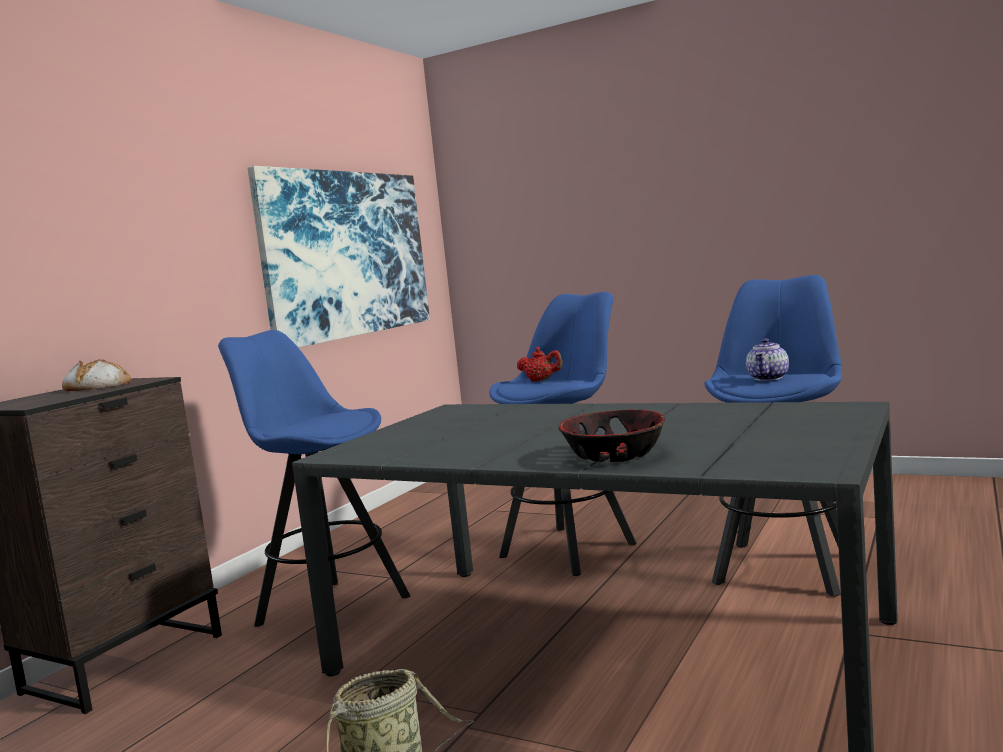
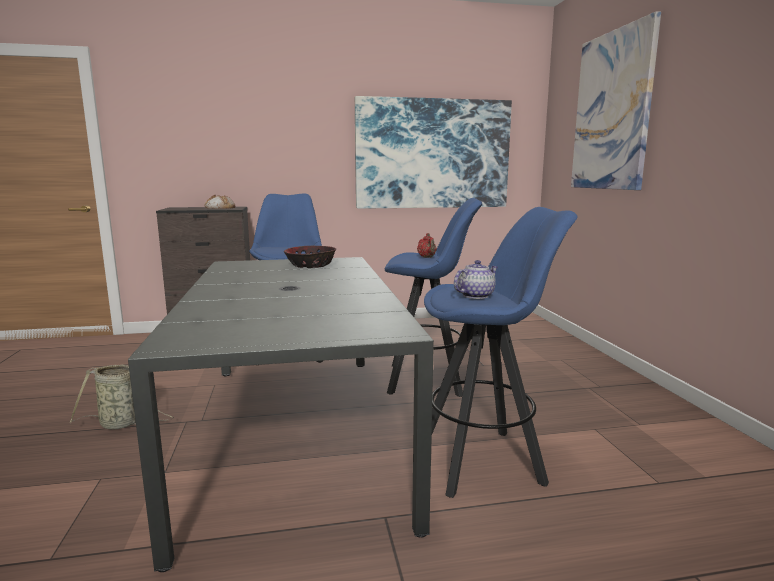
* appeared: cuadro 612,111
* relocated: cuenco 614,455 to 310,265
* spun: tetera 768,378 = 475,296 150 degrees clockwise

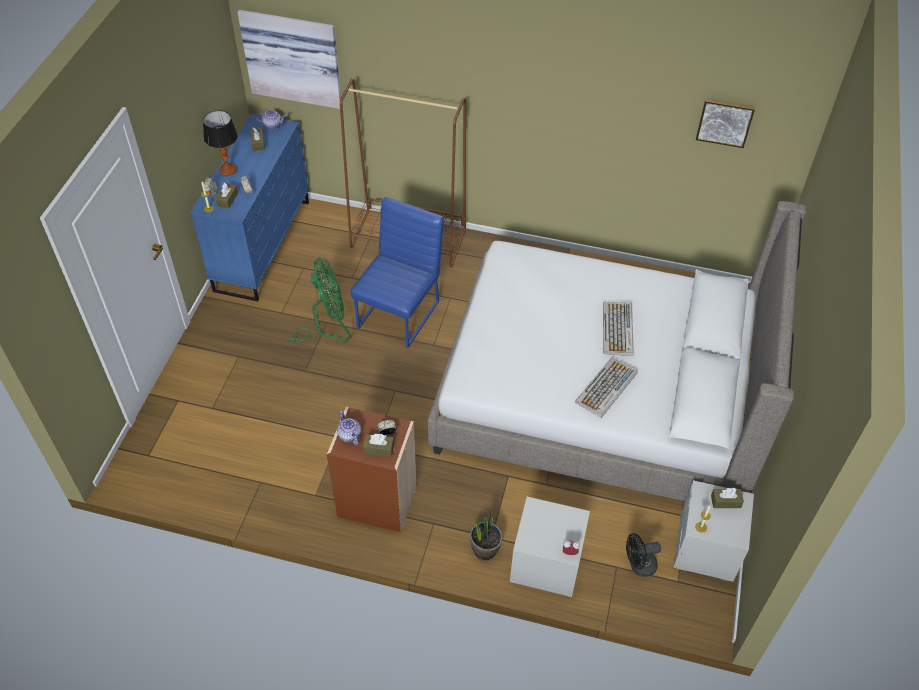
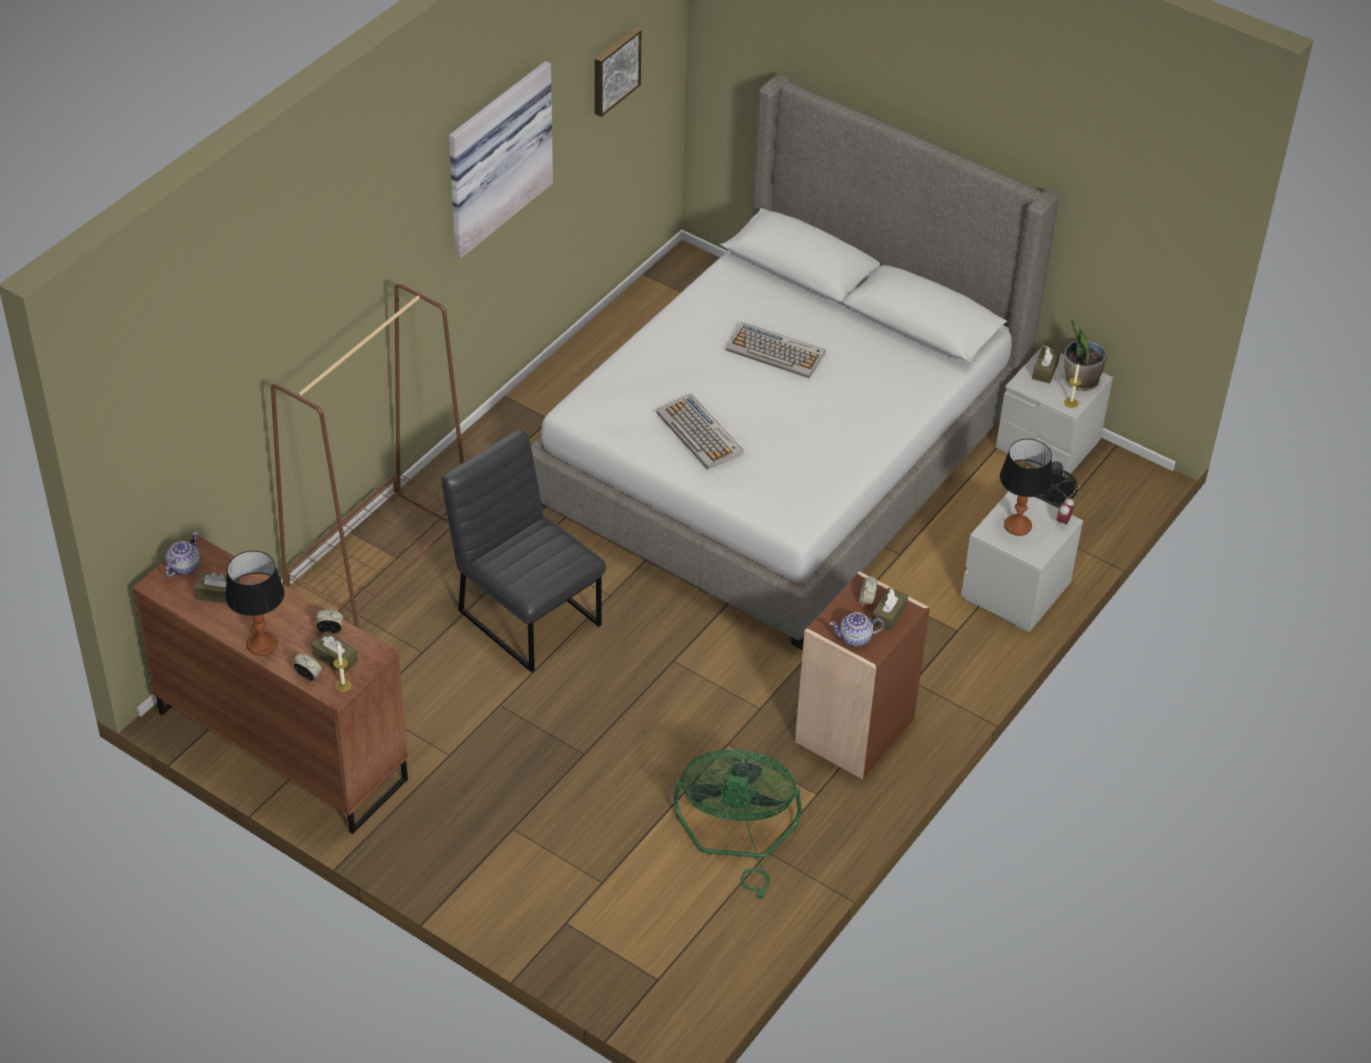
* appeared: lámpara de mesa 1018,526
* relocated: cuadro 293,57 to 495,156
* relocated: ventilador/verde 326,321 to 738,842
* relocated: planta en maceta 484,549 to 1080,381
* relocated: teclado 606,388 to 700,433
* colour: cómoda/azul 261,245 to cómoda/marrón 280,747
* colour: silla/azul 400,312 to silla/gris 527,614

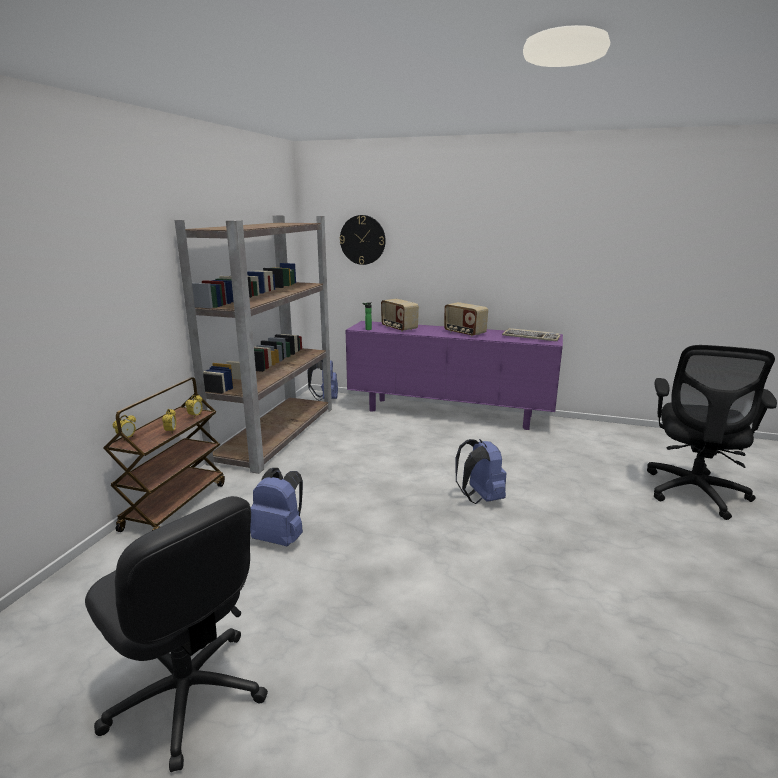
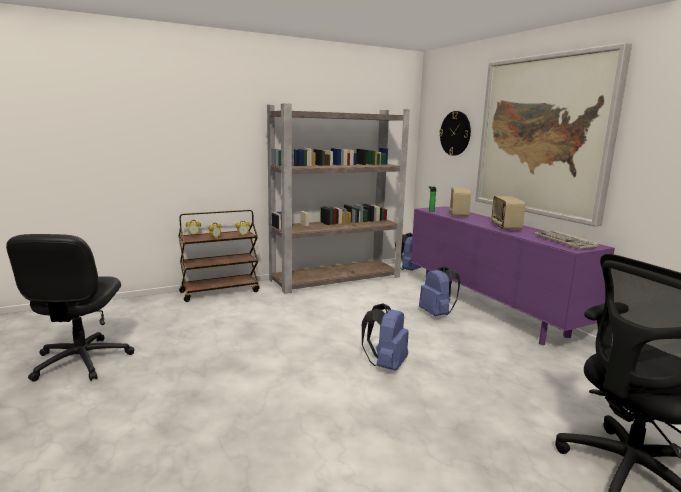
* appeared: cuadro 543,136
* relocated: mochila/azul 280,538 to 437,314

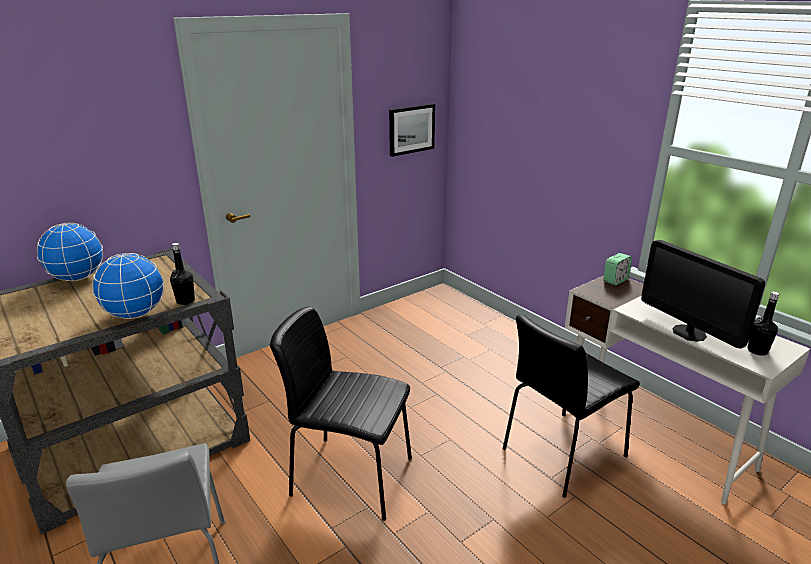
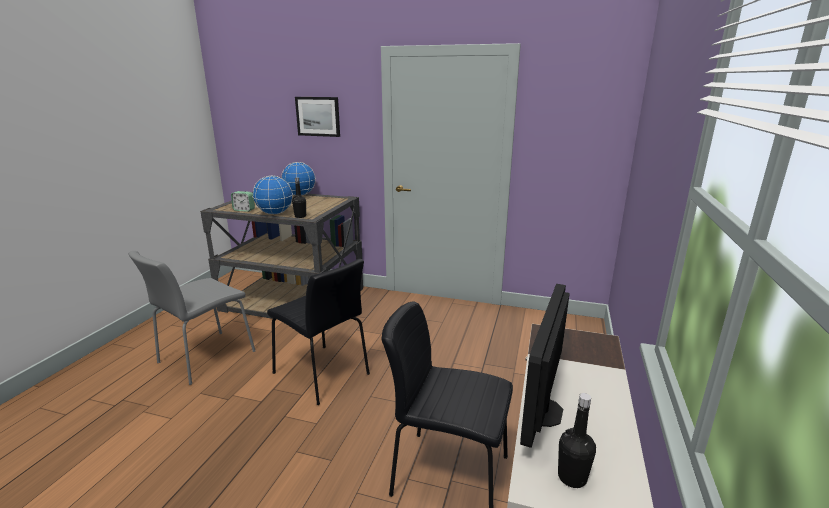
* relocated: cuadro 411,129 to 318,116
* relocated: despertador 615,280 to 244,210
* spun: silla/negro 347,475 = 323,375 150 degrees clockwise

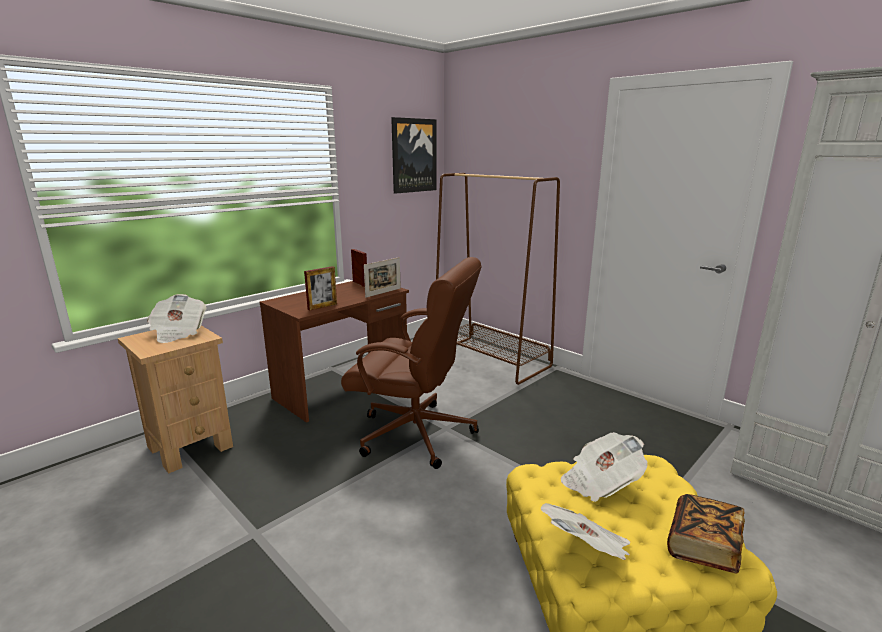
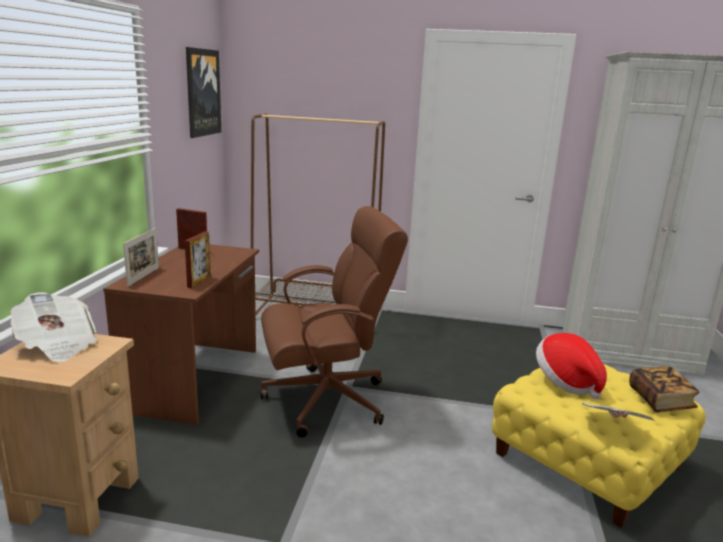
* relocated: portarretratos 383,292 to 143,276
* exchanged: periódico 600,482 to sombrero 566,382

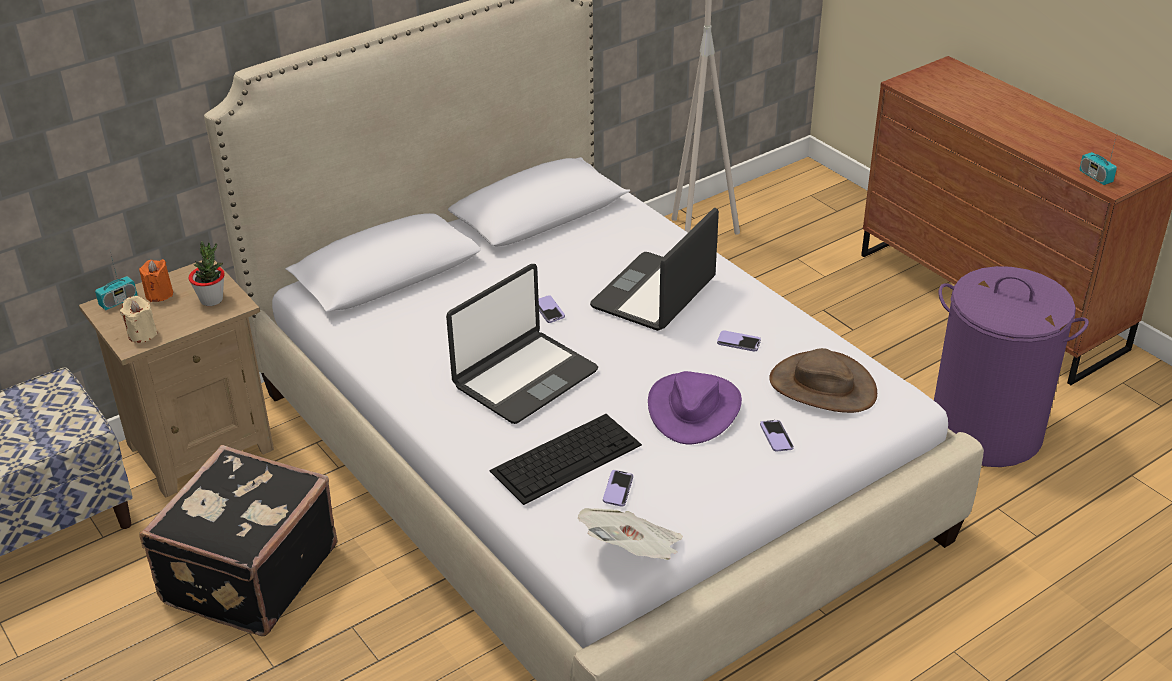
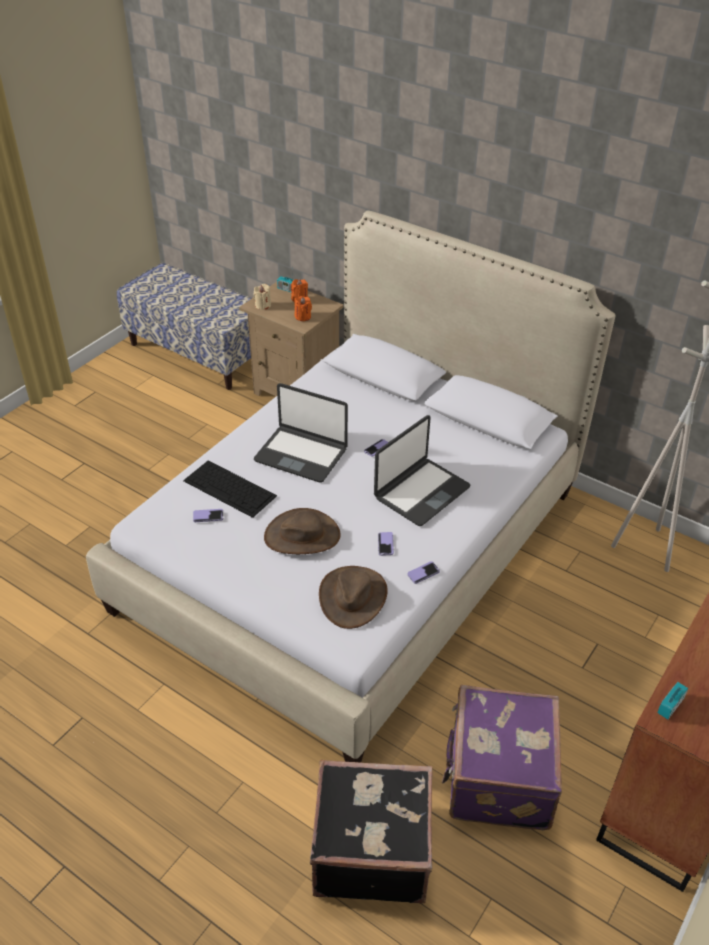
* missing: periódico 633,552
* relocated: maleta/negro 247,574 to 370,848
* relocated: móvil 776,437 to 423,573
* exchanged: planta en maceta 212,300 to vela/naranja 303,317
* exchanged: cesto de la ropa/morado 986,431 to maleta/morado 497,778
* colour: sombrero/morado 693,408 to sombrero/marrón 302,535
* spun: portátil 655,294 = 421,492 120 degrees clockwise

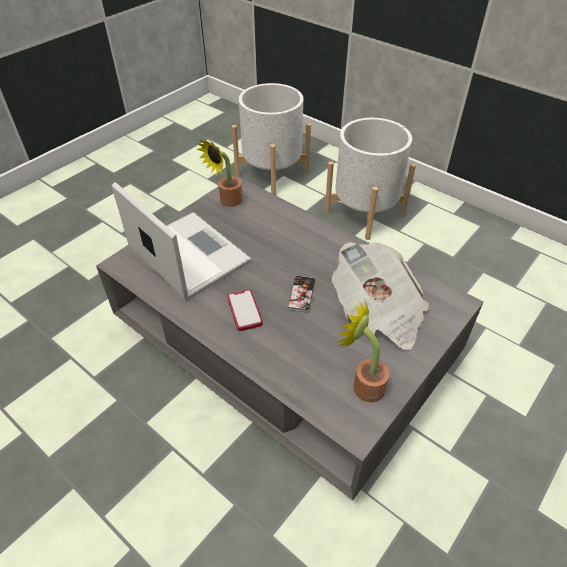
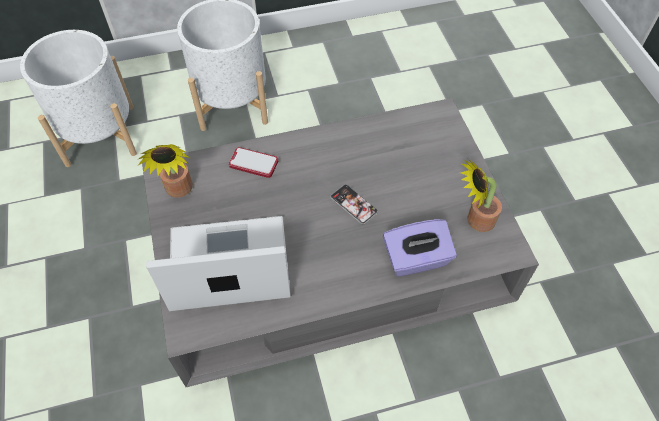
* missing: periódico 378,312
* appeared: caja de pañuelos/morado 416,259
* relocated: móvil 244,311 to 253,163

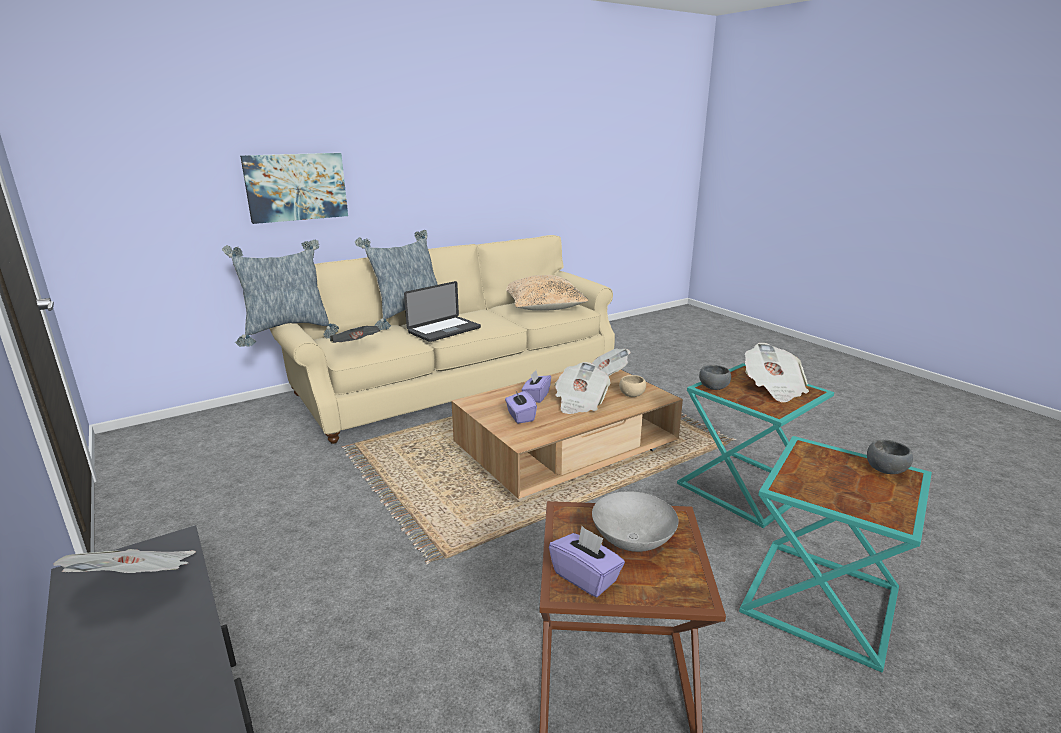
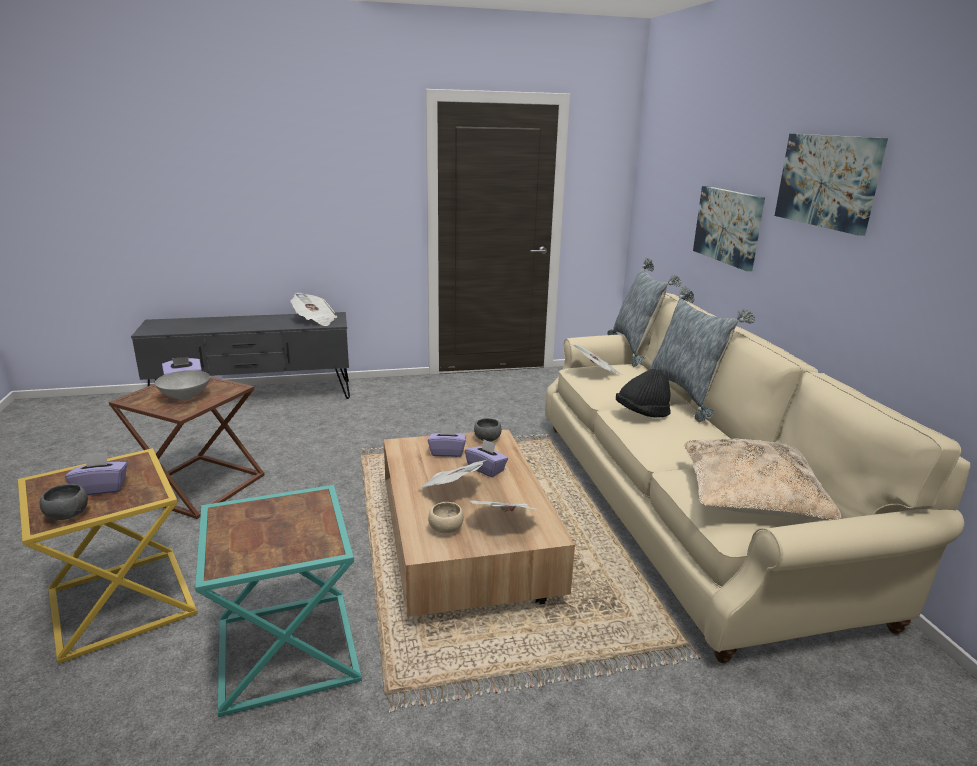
* missing: periódico 773,388
* appeared: caja de pañuelos/morado 101,488
* appeared: cuadro 828,181
* relocated: cuenco/gris 713,388 to 486,439
* exchanged: portátil 444,330 to sombrero/negro 642,413
* colour: mesa auxiliar/turquesa 822,603 to mesa auxiliar/amarillo 119,602

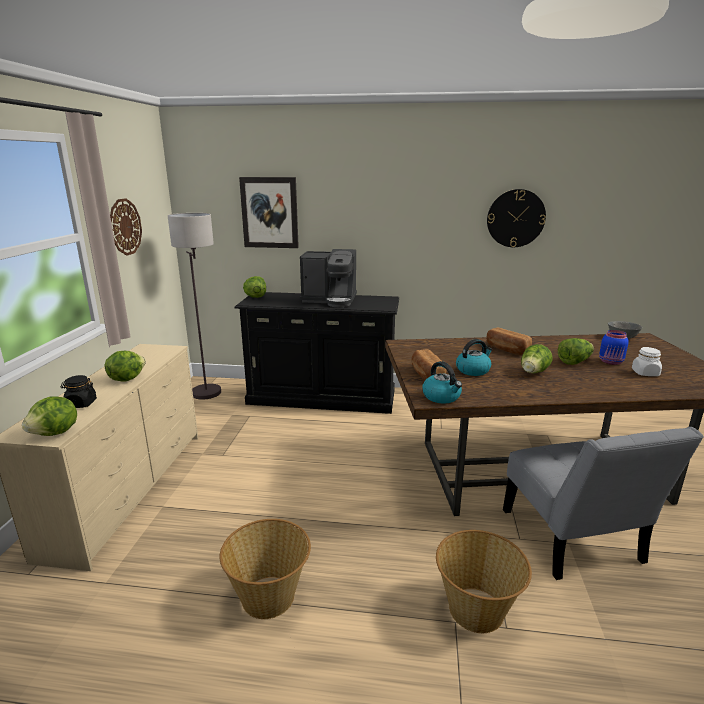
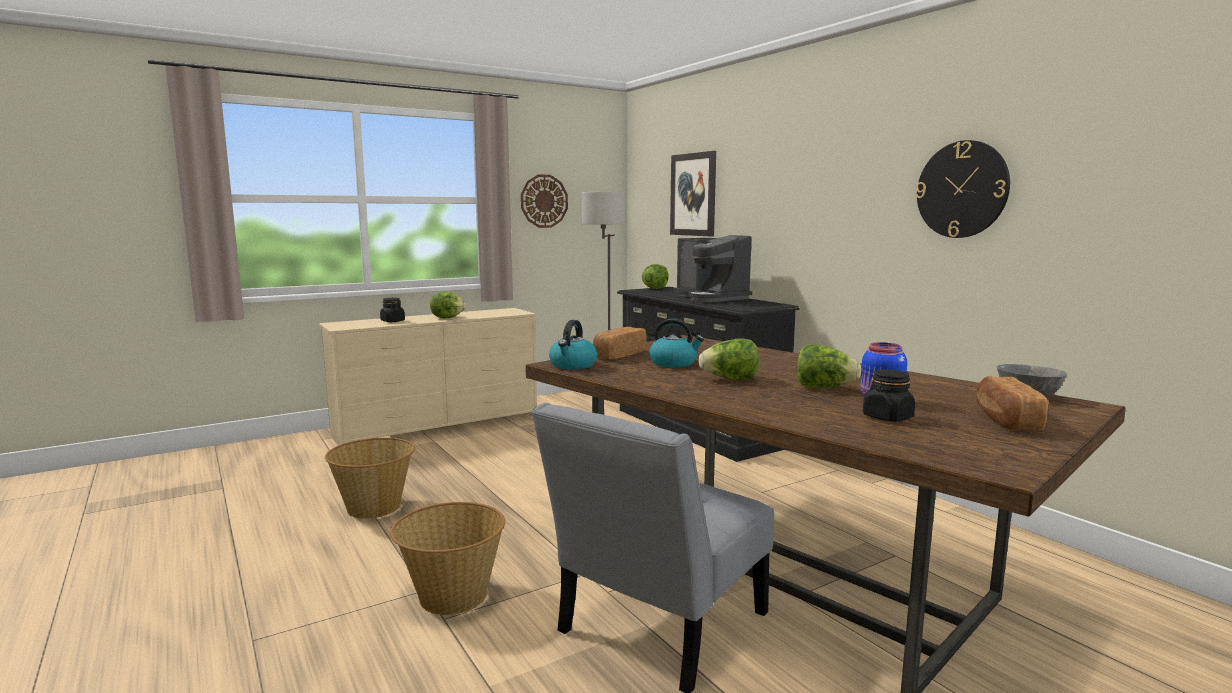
* missing: lechuga 56,433
* relocated: pan 506,349 to 1005,420
* colour: tarro/blanco 645,373 to tarro/negro 887,417

